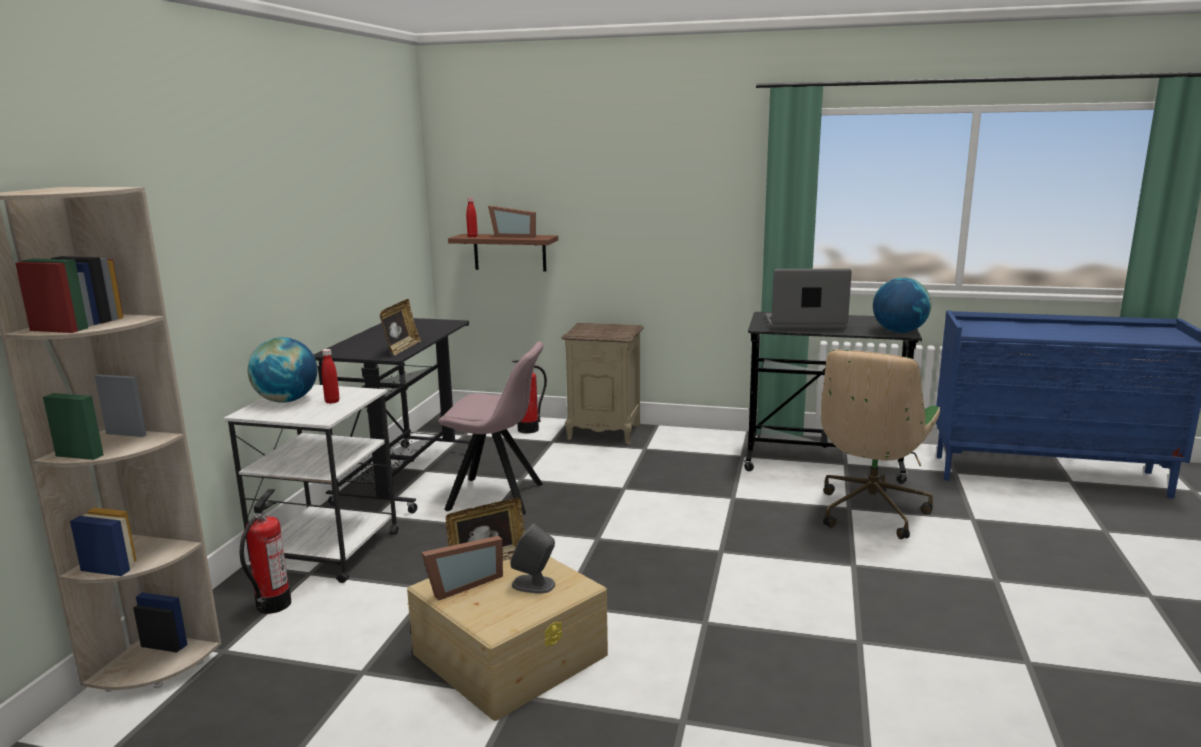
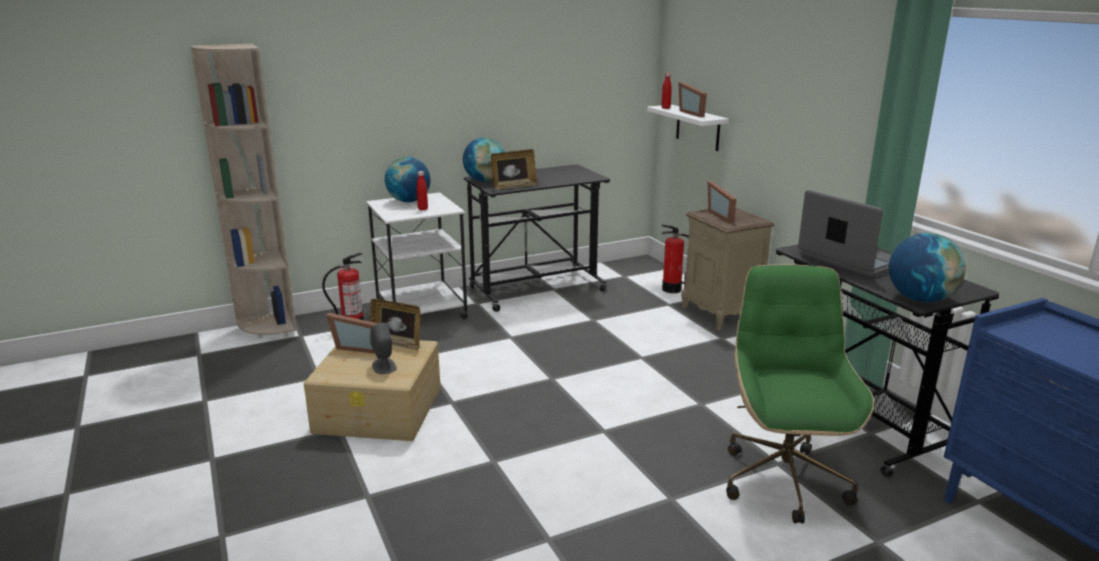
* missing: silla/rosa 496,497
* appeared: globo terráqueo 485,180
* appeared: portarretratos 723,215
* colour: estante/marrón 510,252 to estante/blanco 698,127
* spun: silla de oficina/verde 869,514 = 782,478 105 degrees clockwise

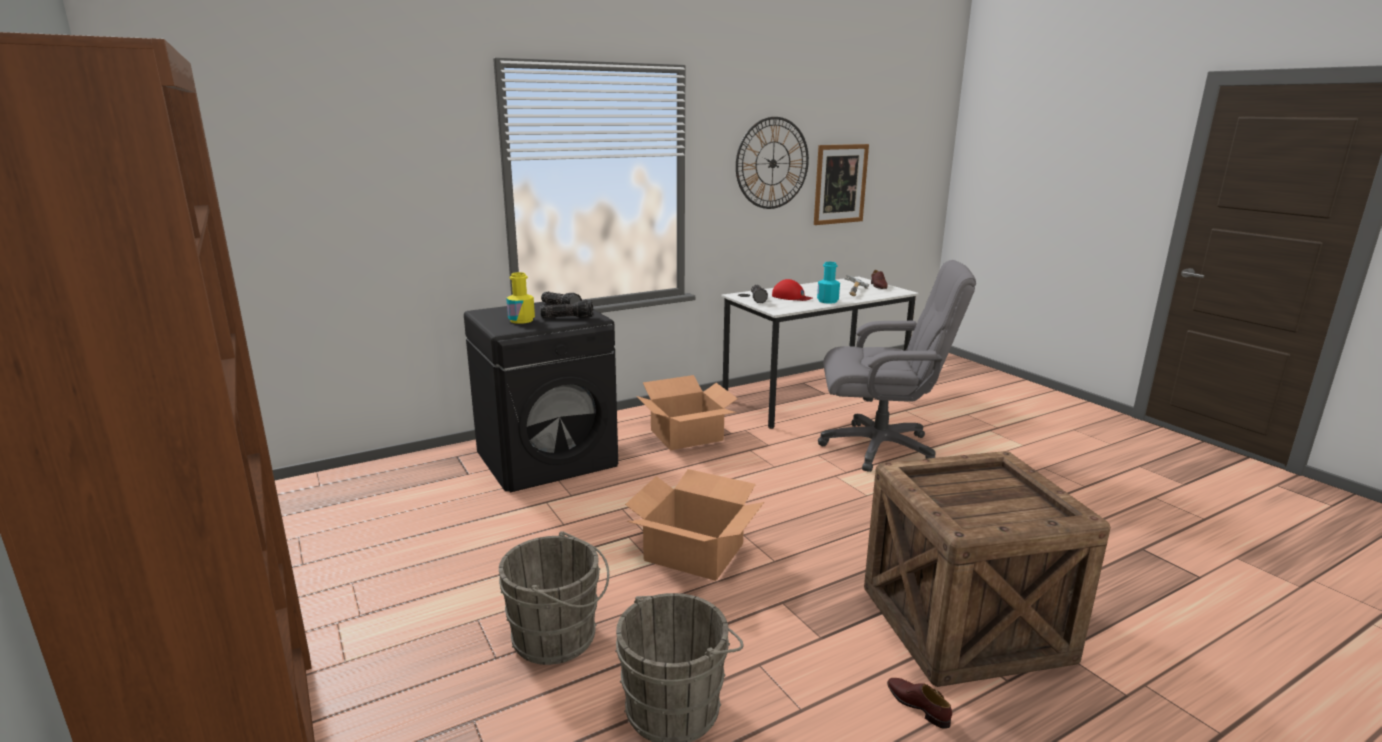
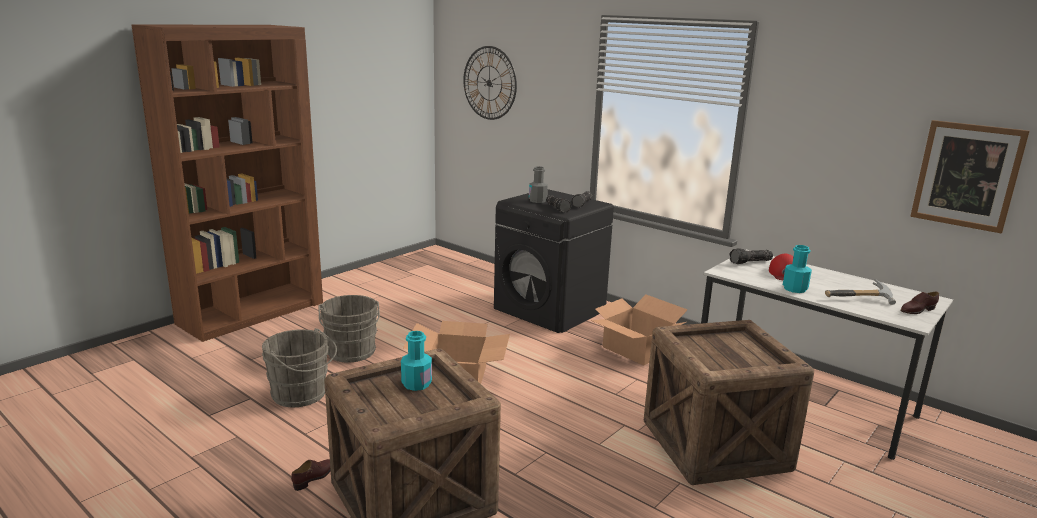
* appeared: botella/turquesa 416,384
* relocated: reloj de pared 772,163 to 489,83
* exchanged: silla de oficina/gris 880,447 to caja de embalaje 714,447
* colour: botella/amarillo 521,320 to botella/gris 537,200

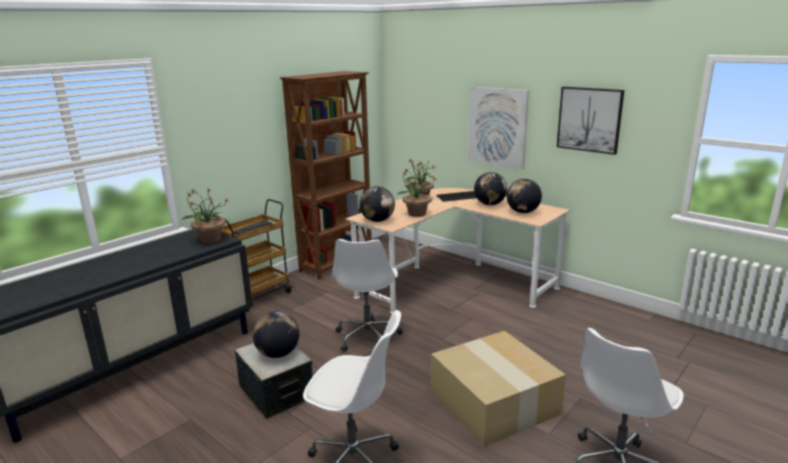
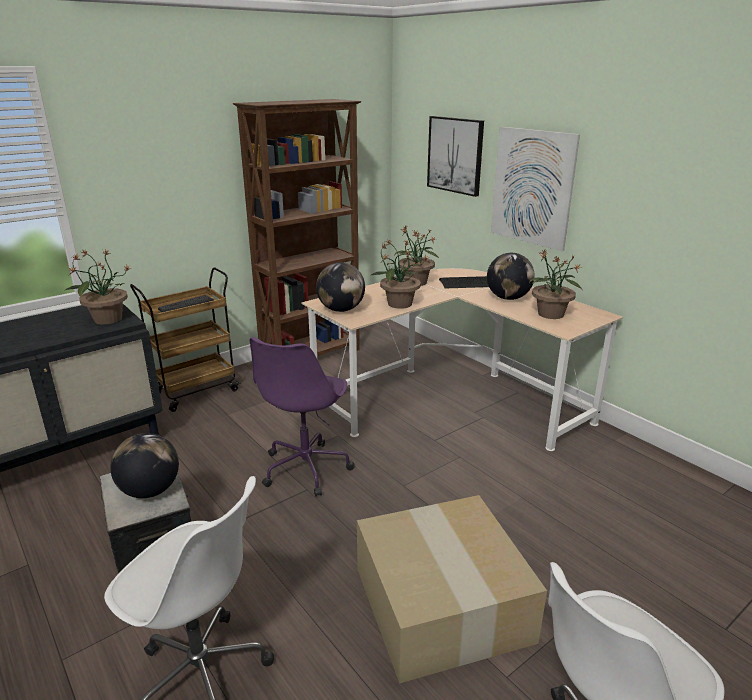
* relocated: cuadro 589,119 to 455,155
* exchanged: globo terráqueo 523,212 to planta en maceta 550,314
* colour: silla de oficina/blanco 367,338 to silla de oficina/morado 305,470

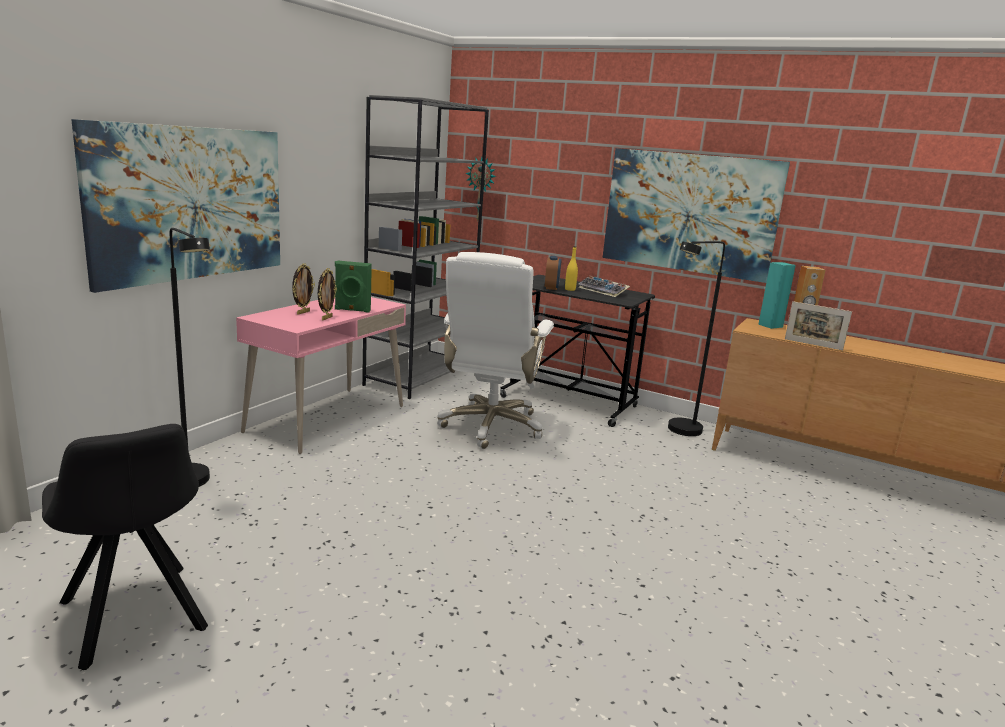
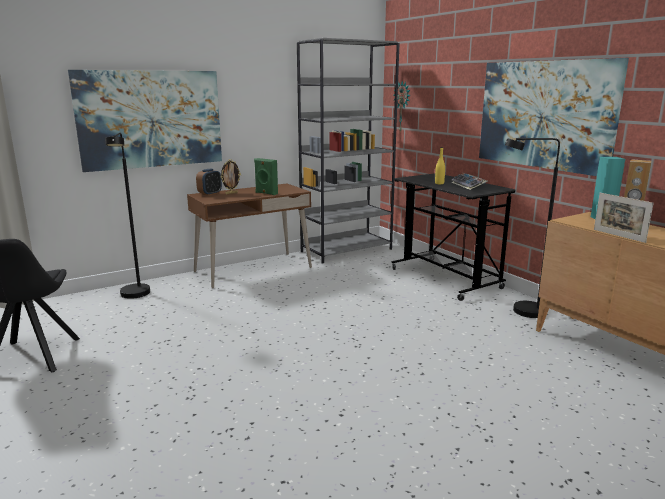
* missing: portarretratos 326,318
* missing: silla de oficina/blanco 489,428
* relocated: despertador 551,287 to 210,194
* colour: escritorio/rosa 326,419 to escritorio/marrón 253,269

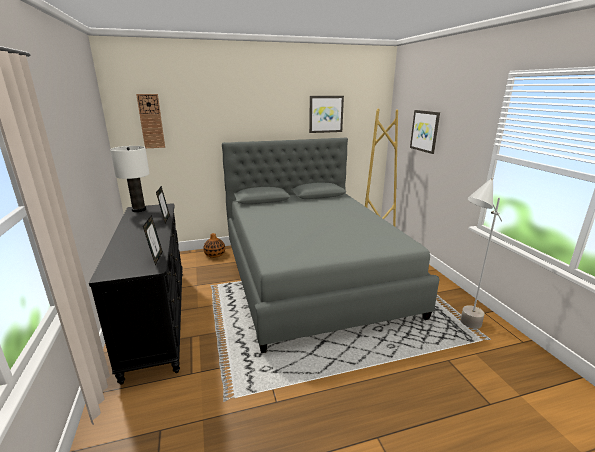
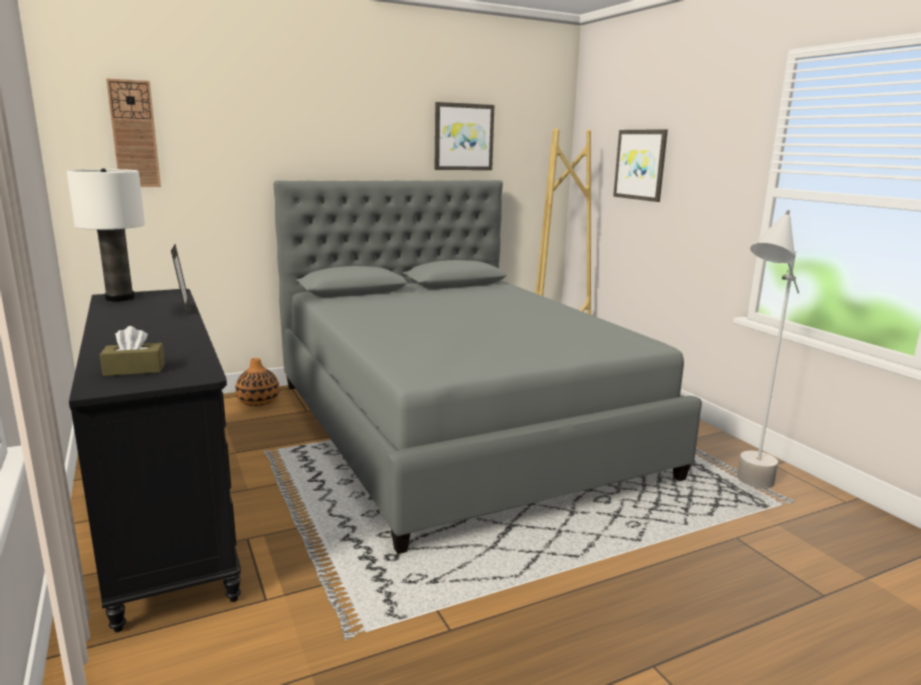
* missing: portarretratos 156,258
* appeared: caja de pañuelos/marrón 134,369

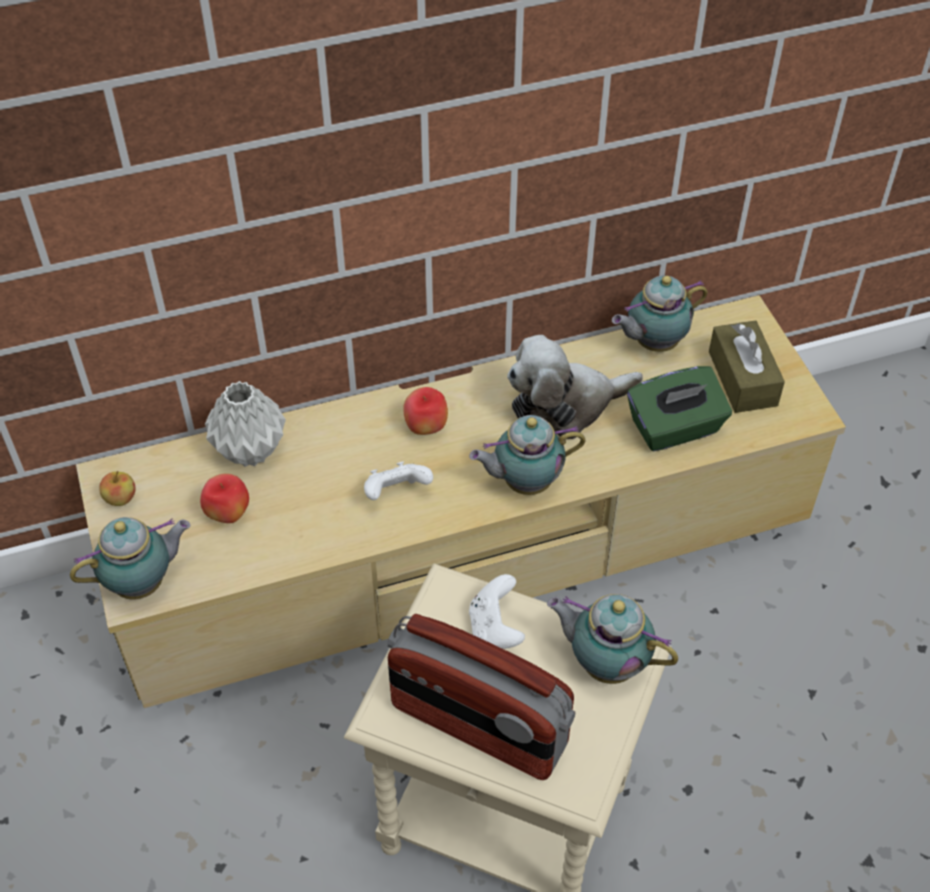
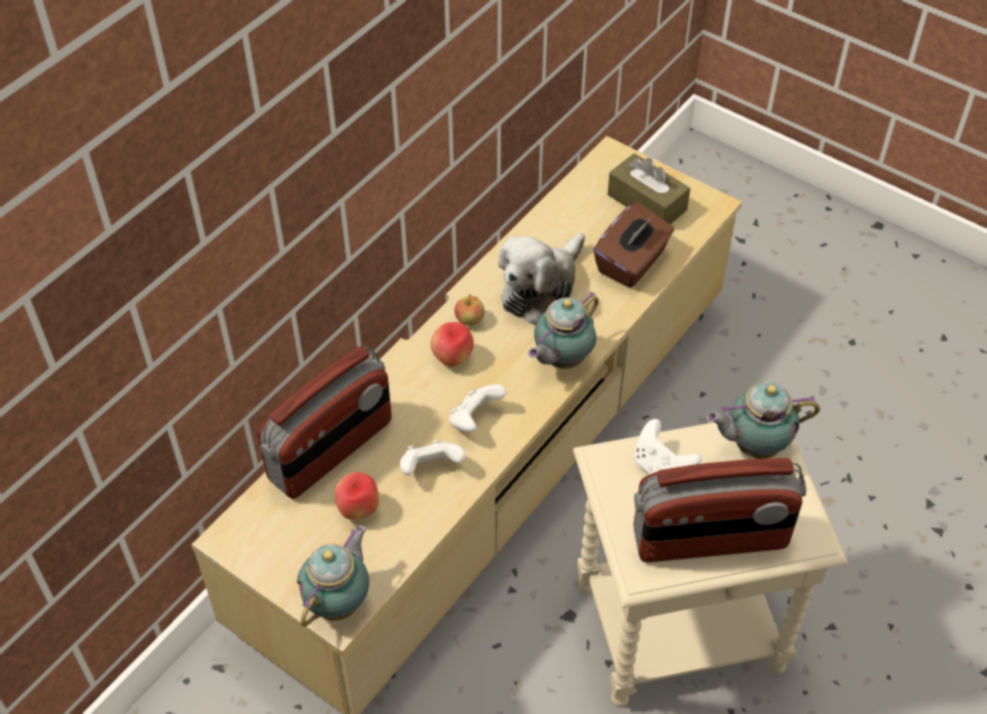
* missing: tetera 653,343
* appeared: mando de consola/blanco 431,468
* relocated: manzana 120,498 to 469,320
* exchanged: florero/gris 251,451 to radio 331,451
* colour: caja de pañuelos/verde 675,428 to caja de pañuelos/marrón 632,263

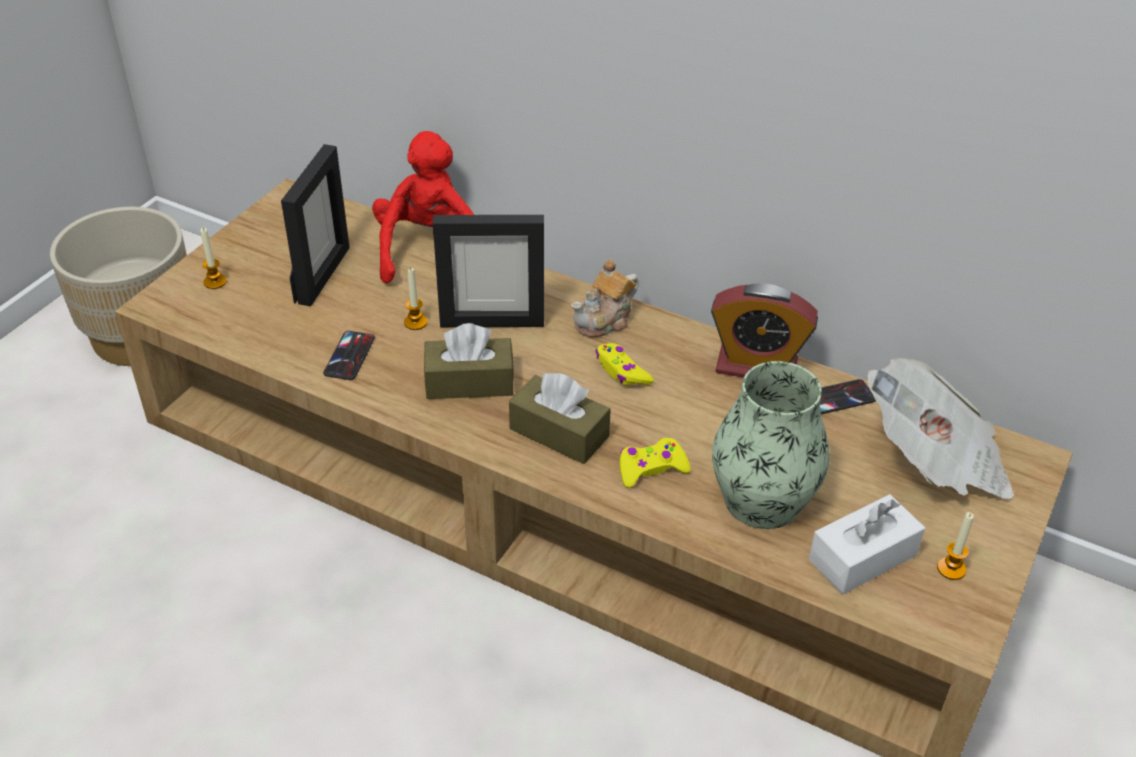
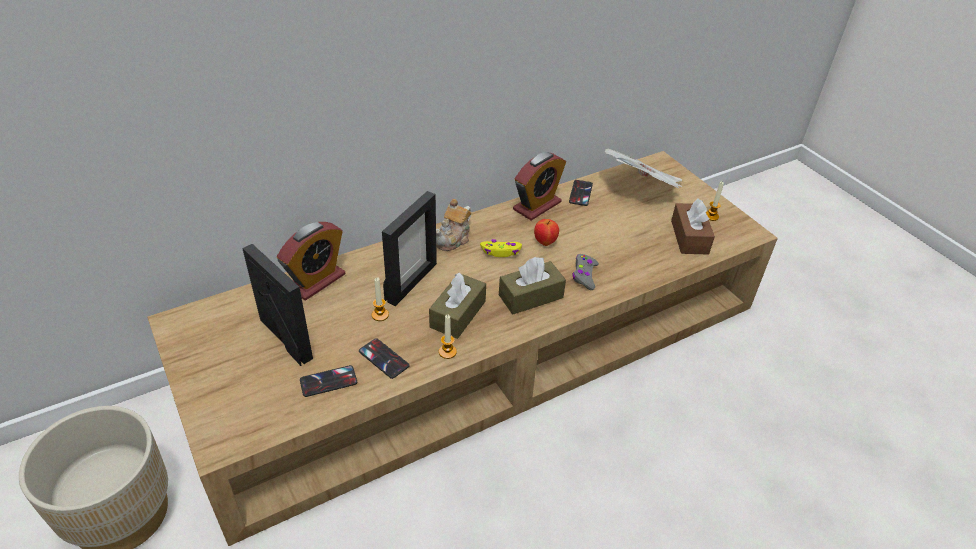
* missing: florero 762,500
* appeared: móvil 328,381
* appeared: manzana 545,242
* relocated: vela 215,282 to 447,352
* exchanged: peluche/rojo 429,253 to despertador 316,281
* colour: mando de consola/amarillo 651,469 to mando de consola/gris 584,275
* colour: caja de pañuelos/blanco 862,557 to caja de pañuelos/marrón 689,237
* spun: tetera 605,321 = 453,239 45 degrees clockwise

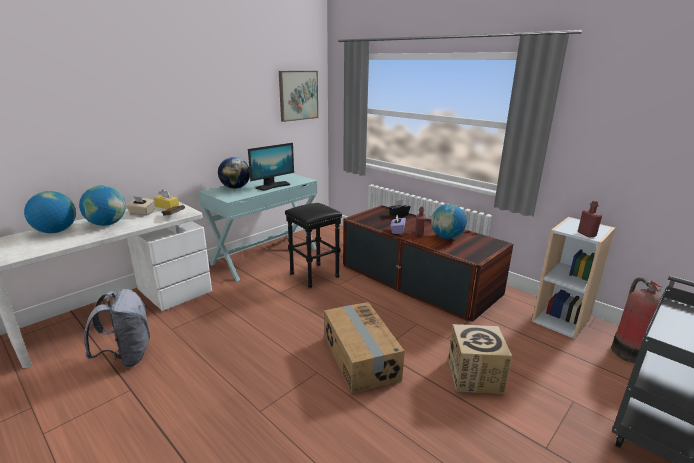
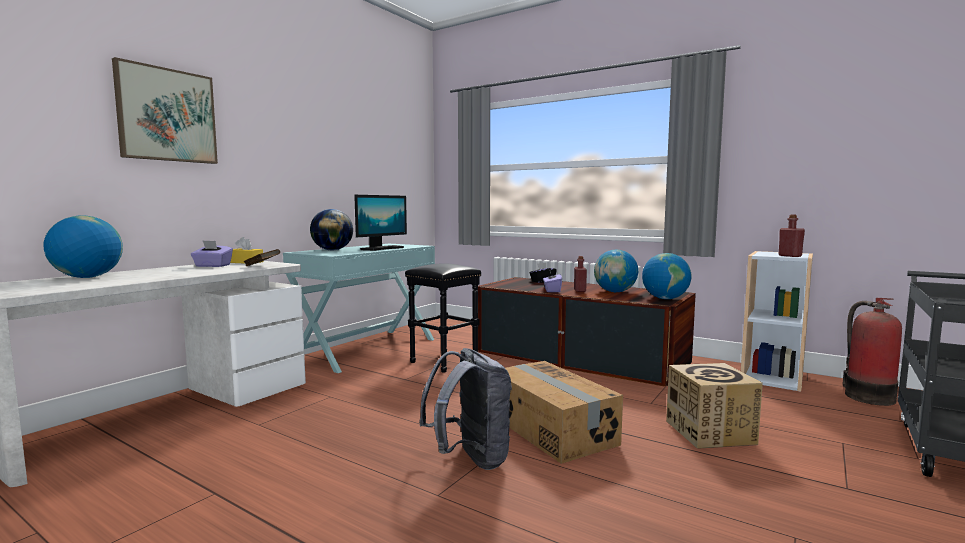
* relocated: globo terráqueo 107,224 to 665,298
* relocated: mochila/gris 127,356 to 470,459
* relocated: cuadro 298,95 to 167,115
* colour: caja de pañuelos/beis 142,213 to caja de pañuelos/morado 212,266

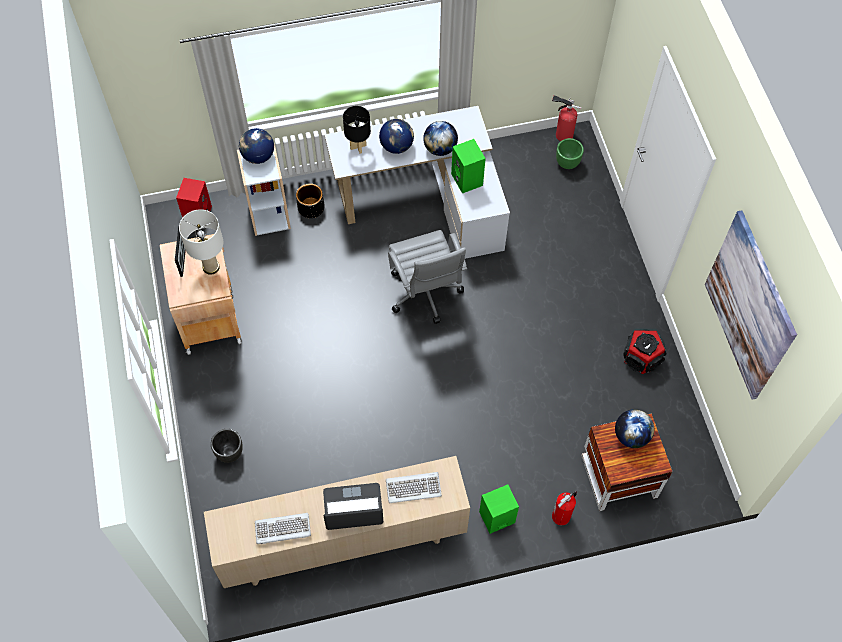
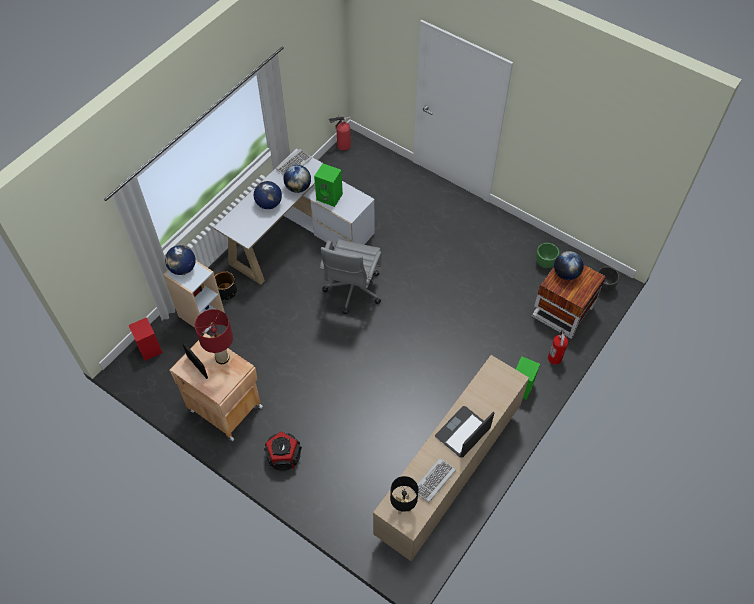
* missing: cuadro 749,306
* relocated: maceta/negro 230,453 to 603,287
* relocated: lámpara de mesa/negro 358,147 to 403,507
* relocated: teclado 413,487 to 293,164
* relocated: maceta/verde 567,163 to 545,263
* relocated: altavoz 641,357 to 284,456
* colour: lámpara de mesa/blanco 211,267 to lámpara de mesa/rojo 222,358
* spun: silla de oficina/gris 426,295 = 352,292 75 degrees clockwise

